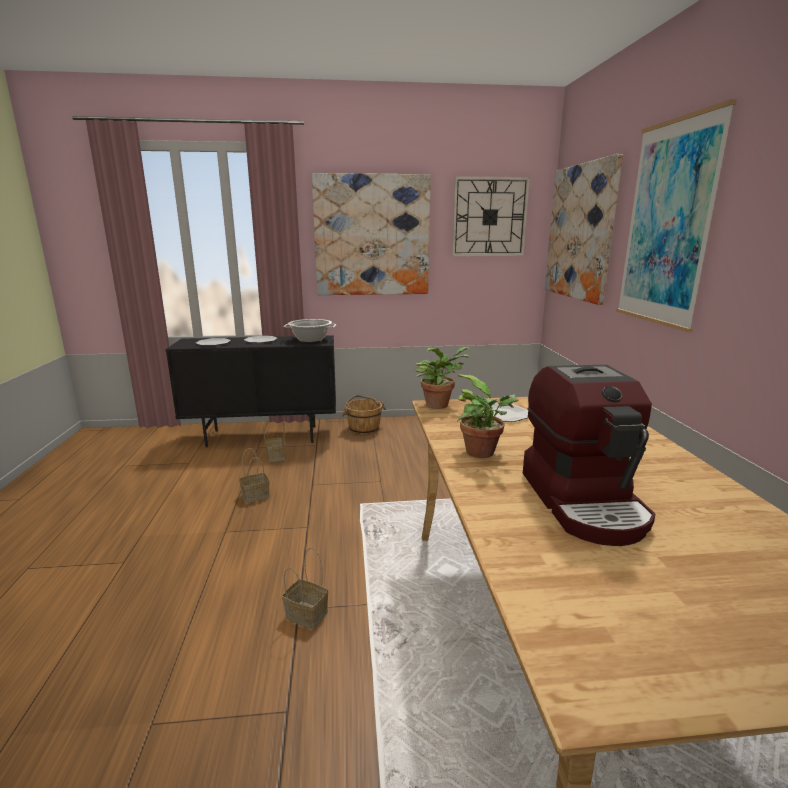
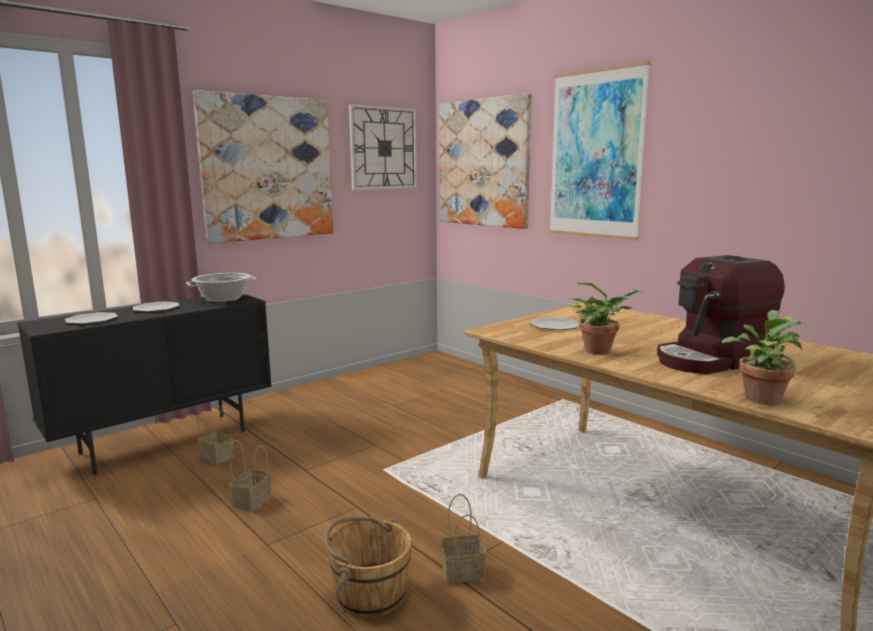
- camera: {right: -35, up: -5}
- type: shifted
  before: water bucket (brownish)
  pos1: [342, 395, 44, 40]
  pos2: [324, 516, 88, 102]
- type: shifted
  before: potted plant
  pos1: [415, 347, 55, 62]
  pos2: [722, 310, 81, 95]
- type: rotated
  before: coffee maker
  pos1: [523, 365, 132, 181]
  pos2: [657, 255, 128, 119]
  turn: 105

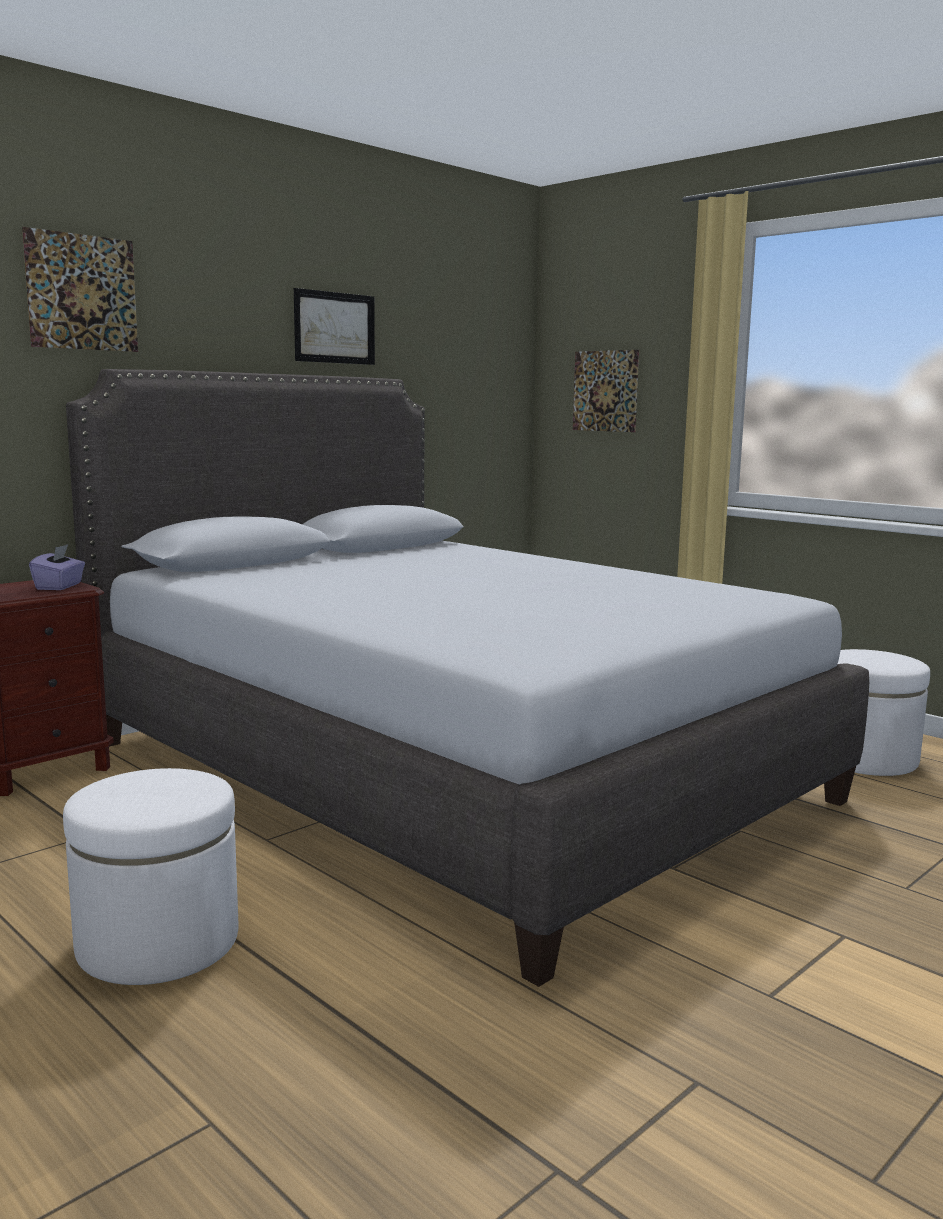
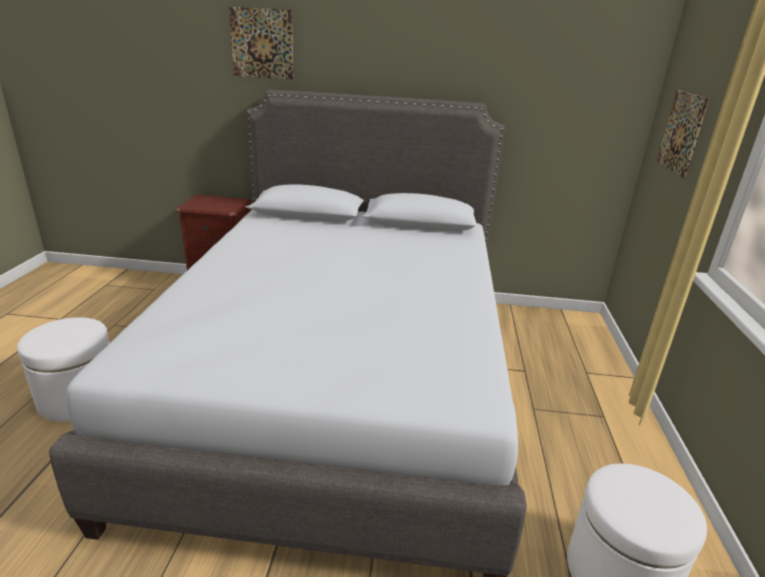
- camera: {right: 50, up: 15}
- type: gone
  before: tissue holder (purple-coloured)
  pos1: [29, 544, 56, 46]
- type: gone
  before: picture
  pos1: [294, 288, 81, 77]

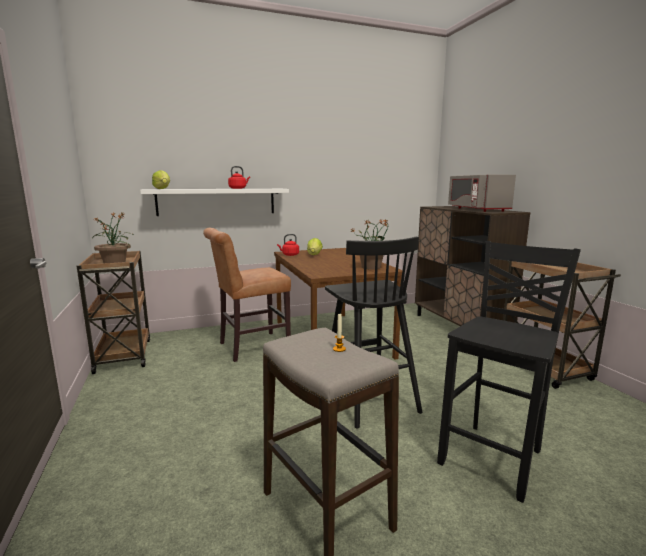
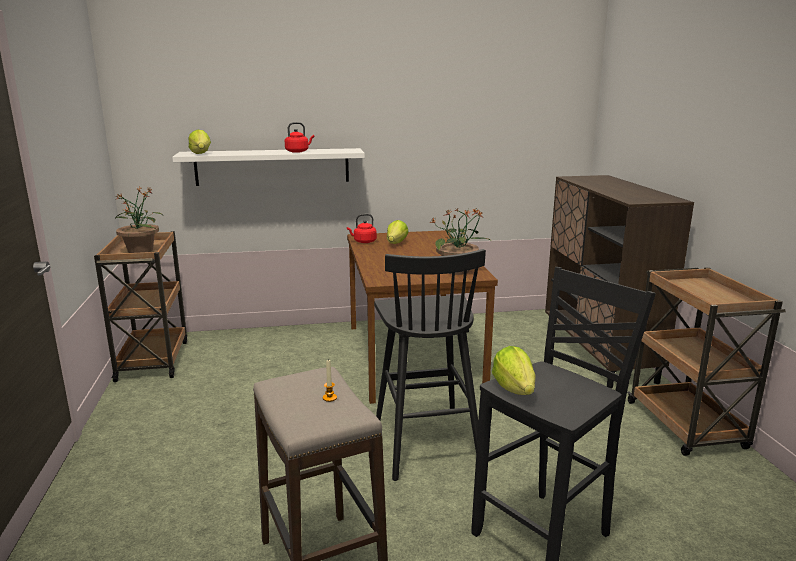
- camera: {right: 10, up: 5}
- type: gone
  before: upright chair (brownish)
  pos1: [203, 228, 88, 134]
- type: gone
  before: microwave oven (grey)
  pos1: [448, 175, 68, 37]
- type: new
  after: lettuce
  pos2: [492, 346, 44, 49]

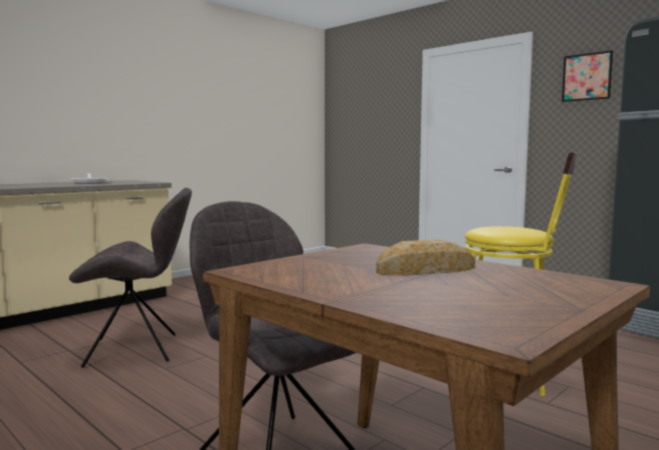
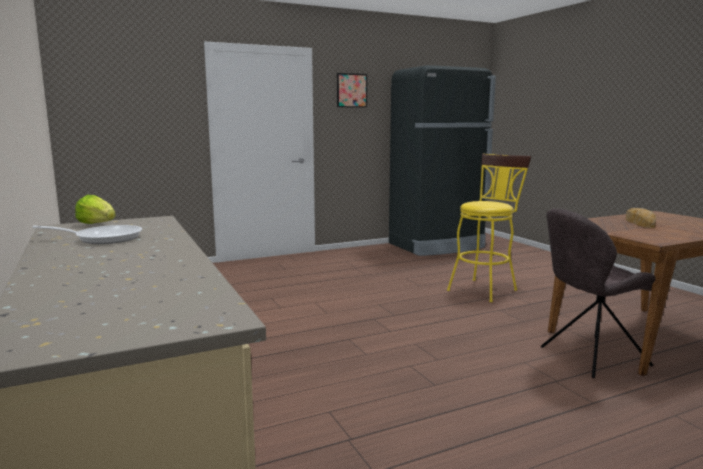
- camera: {right: -70, up: 5}
- type: gone
  before: upright chair (grey)
  pos1: [69, 188, 123, 180]
- type: new
  after: lettuce
  pos2: [75, 195, 41, 29]

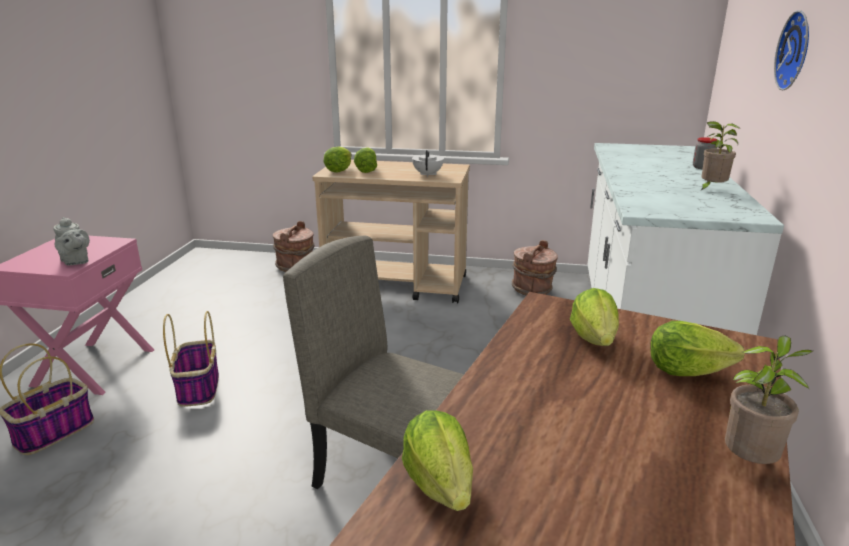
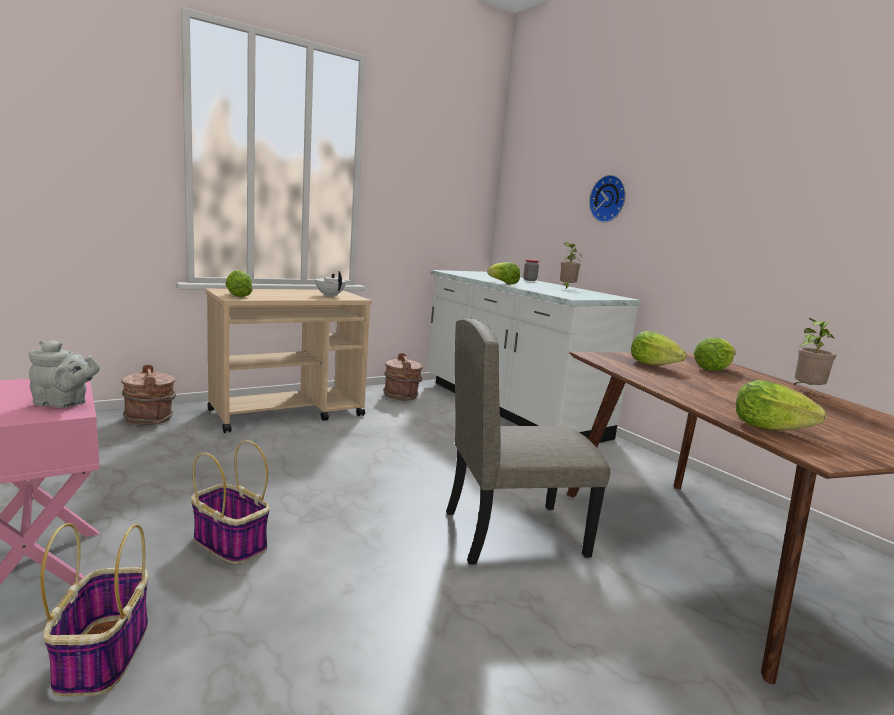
- camera: {right: -45, up: -10}
- type: shifted
  before: lettuce
  pos1: [354, 147, 23, 26]
  pos2: [487, 262, 33, 23]

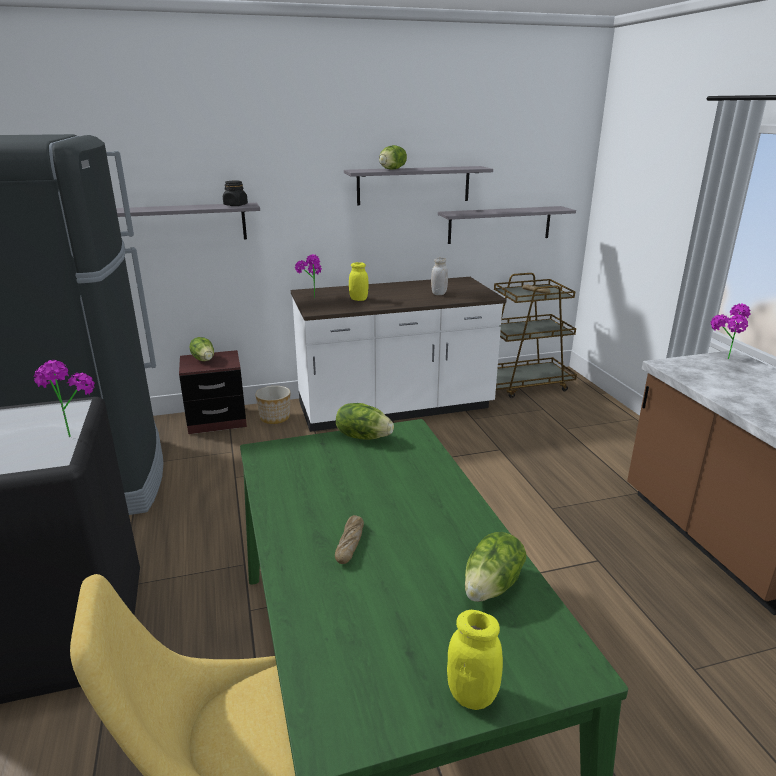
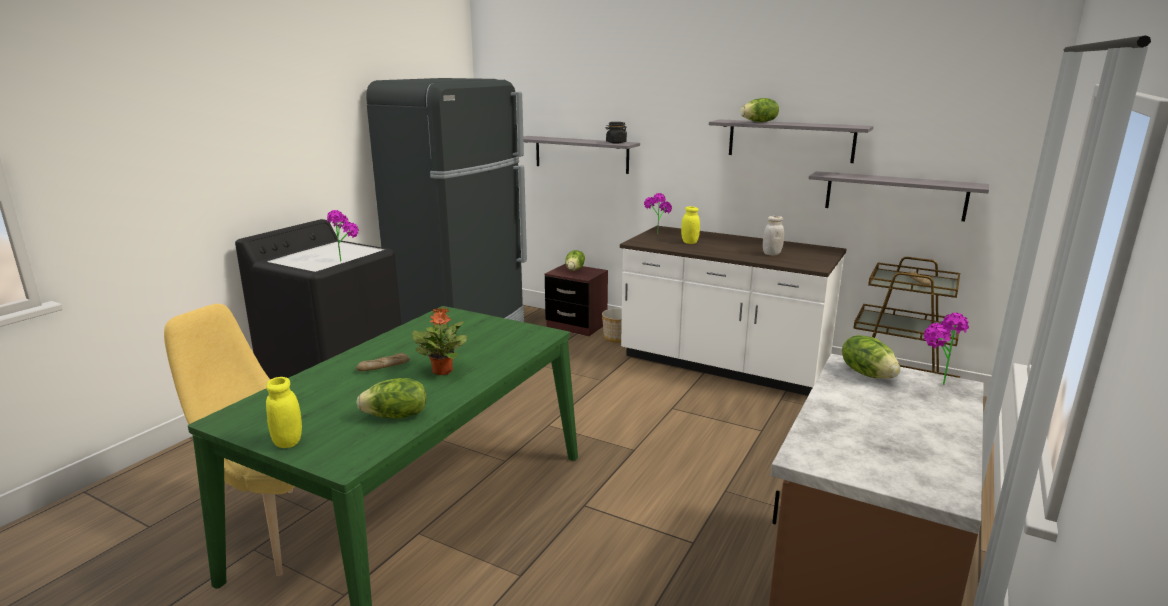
- camera: {right: 45, up: -5}
- type: new
  after: potted plant
  pos2: [412, 307, 55, 68]
- type: shifted
  before: lettuce
  pos1: [336, 403, 58, 37]
  pos2: [842, 335, 58, 43]

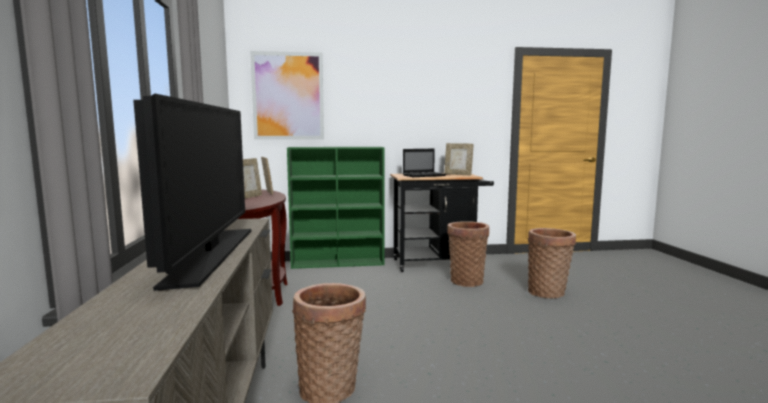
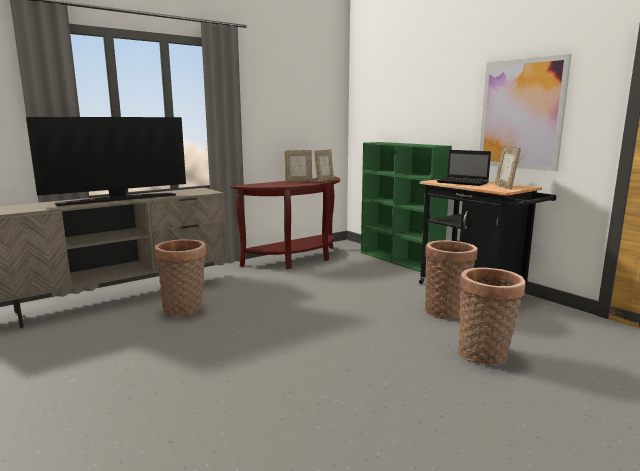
- camera: {right: 60, up: 5}
- type: shifted
  before: picture
  pos1: [250, 51, 74, 89]
  pos2: [480, 54, 92, 117]

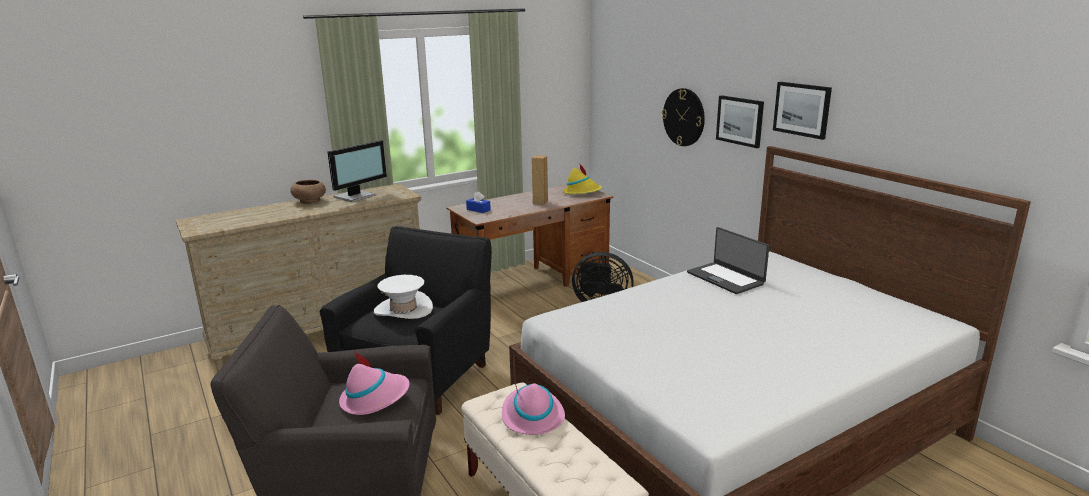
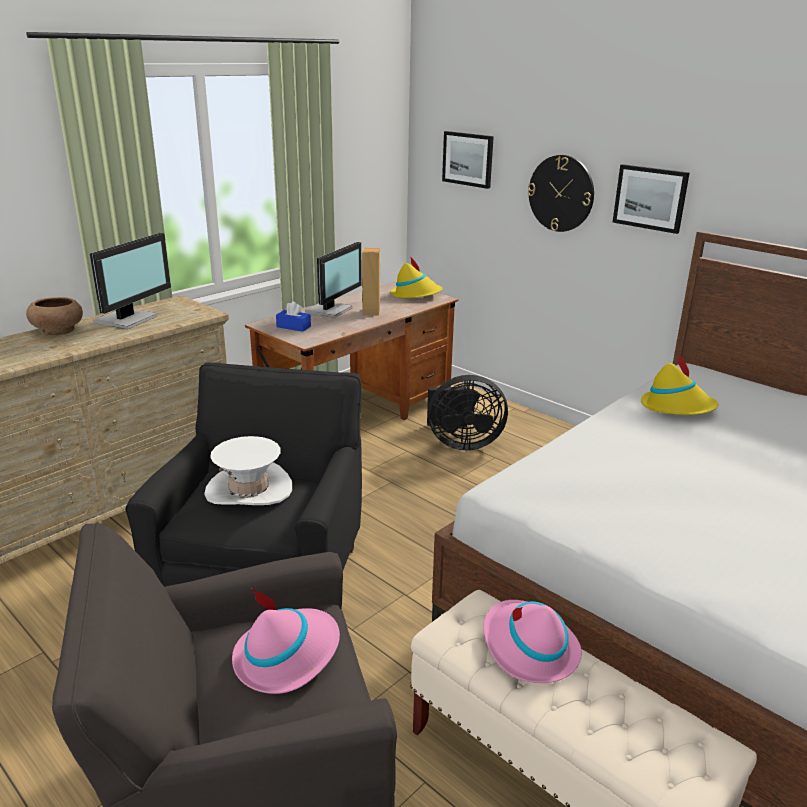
- camera: {right: -15, up: 5}
- type: new
  after: computer screen
  pos2: [305, 242, 57, 76]
- type: shifted
  before: picture
  pos1: [773, 82, 59, 58]
  pos2: [442, 131, 52, 58]
- type: swapped
  before: laptop
  after: clothing hat (yellowish)
  pos1: [687, 227, 82, 67]
  pos2: [641, 352, 77, 63]

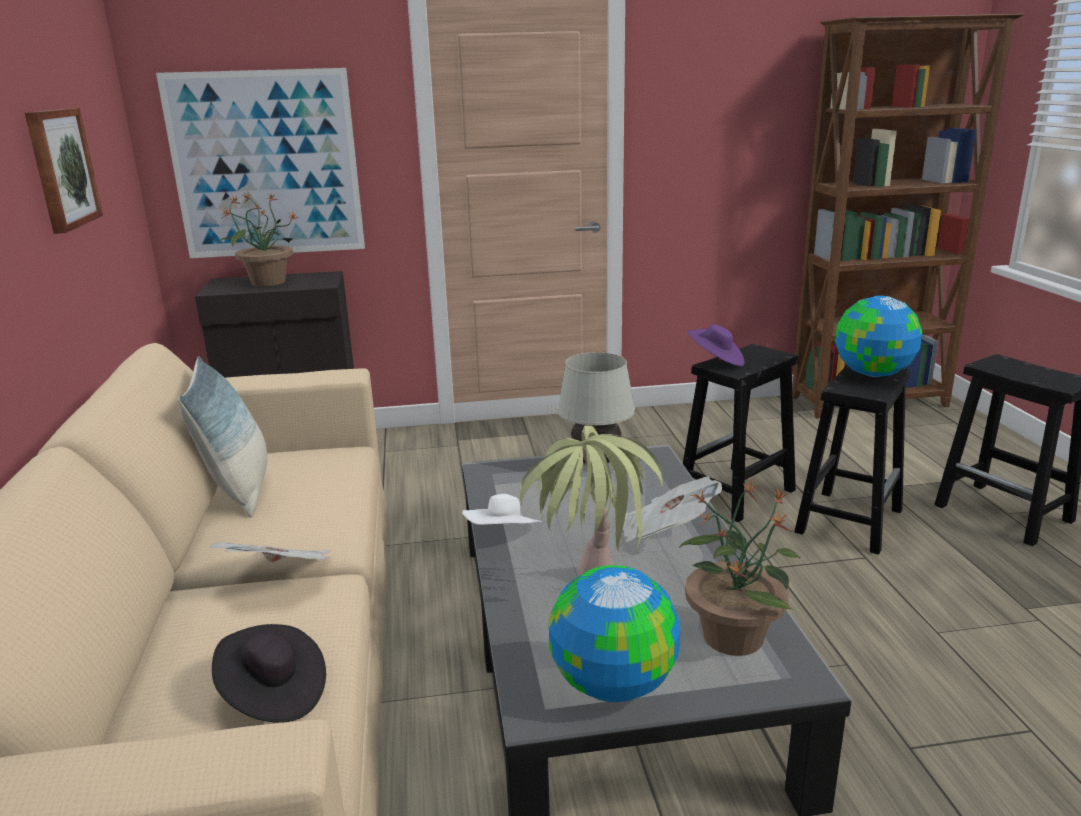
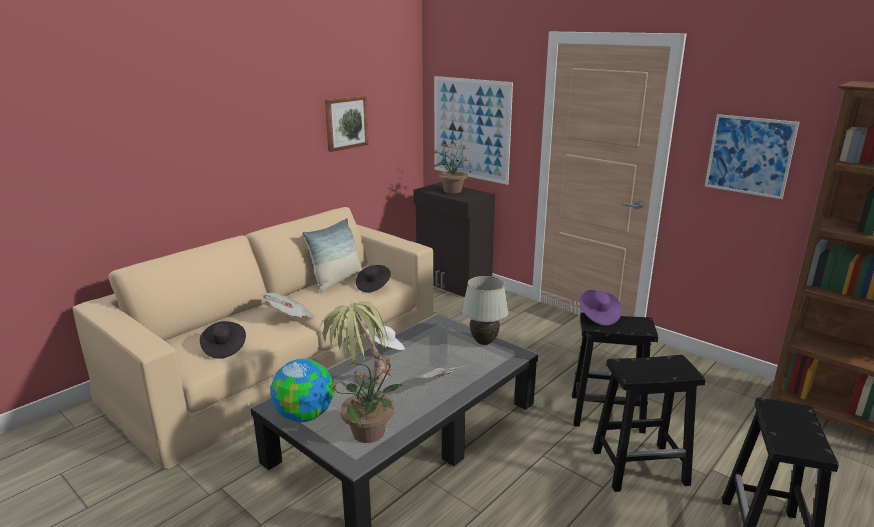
- camera: {right: 50, up: 0}
- type: gone
  before: world globe
  pos1: [835, 296, 87, 81]
- type: new
  after: clothing hat (black)
  pos2: [356, 265, 35, 27]
- type: new
  after: picture
  pos2: [705, 114, 94, 85]

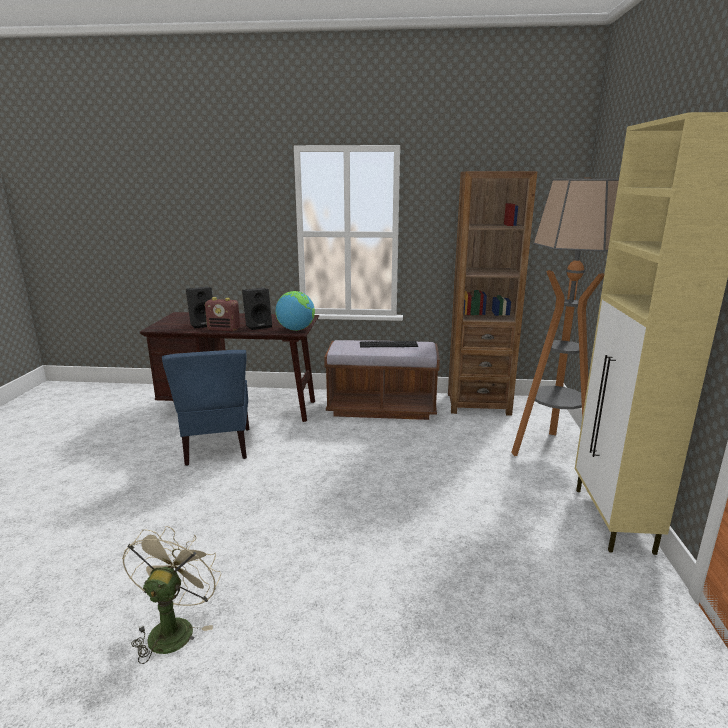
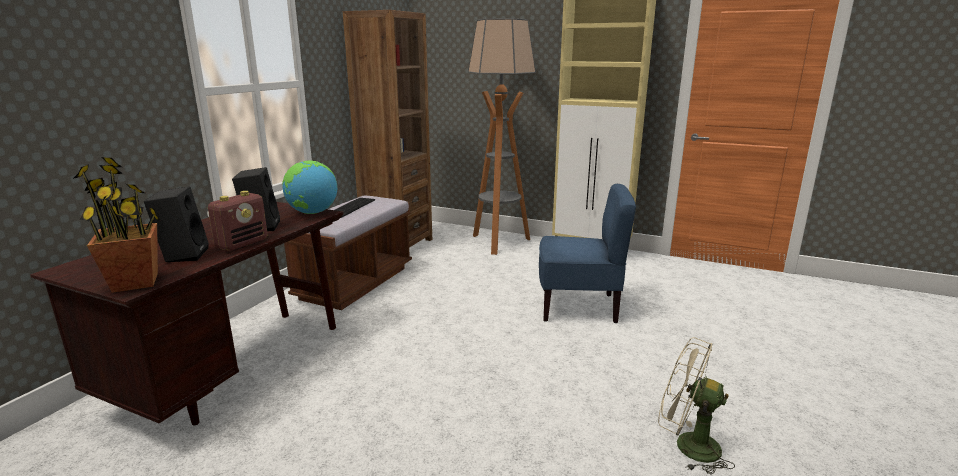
- camera: {right: -70, up: 0}
- type: new
  after: potted plant
  pos2: [73, 157, 88, 136]
- type: shifted
  before: upright chair (blue)
  pos1: [162, 350, 87, 116]
  pos2: [539, 184, 97, 139]

